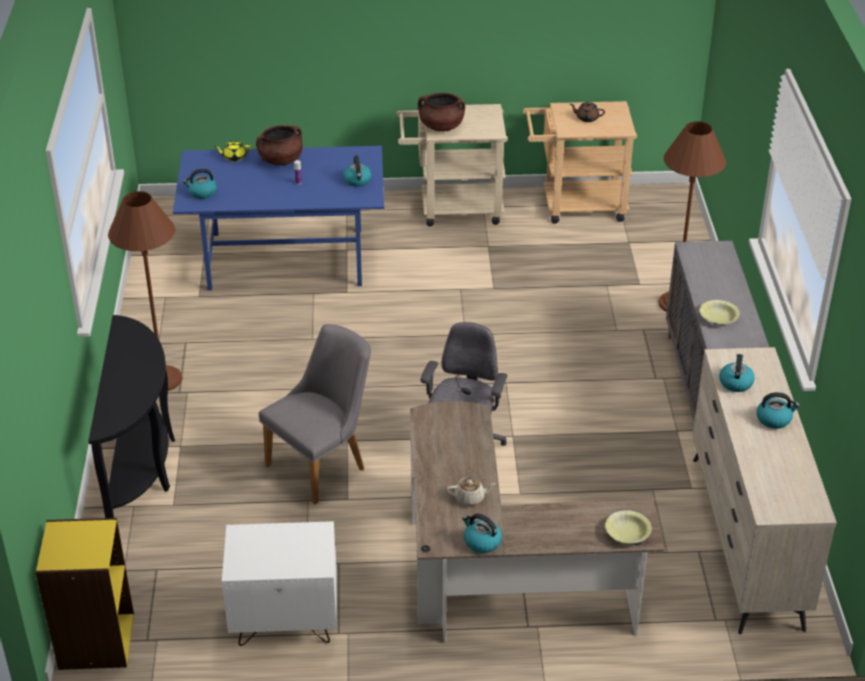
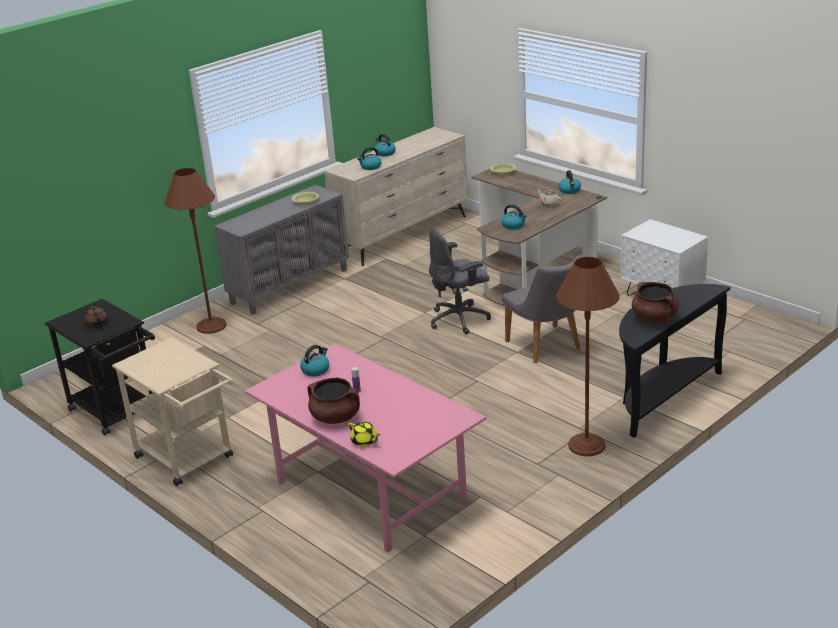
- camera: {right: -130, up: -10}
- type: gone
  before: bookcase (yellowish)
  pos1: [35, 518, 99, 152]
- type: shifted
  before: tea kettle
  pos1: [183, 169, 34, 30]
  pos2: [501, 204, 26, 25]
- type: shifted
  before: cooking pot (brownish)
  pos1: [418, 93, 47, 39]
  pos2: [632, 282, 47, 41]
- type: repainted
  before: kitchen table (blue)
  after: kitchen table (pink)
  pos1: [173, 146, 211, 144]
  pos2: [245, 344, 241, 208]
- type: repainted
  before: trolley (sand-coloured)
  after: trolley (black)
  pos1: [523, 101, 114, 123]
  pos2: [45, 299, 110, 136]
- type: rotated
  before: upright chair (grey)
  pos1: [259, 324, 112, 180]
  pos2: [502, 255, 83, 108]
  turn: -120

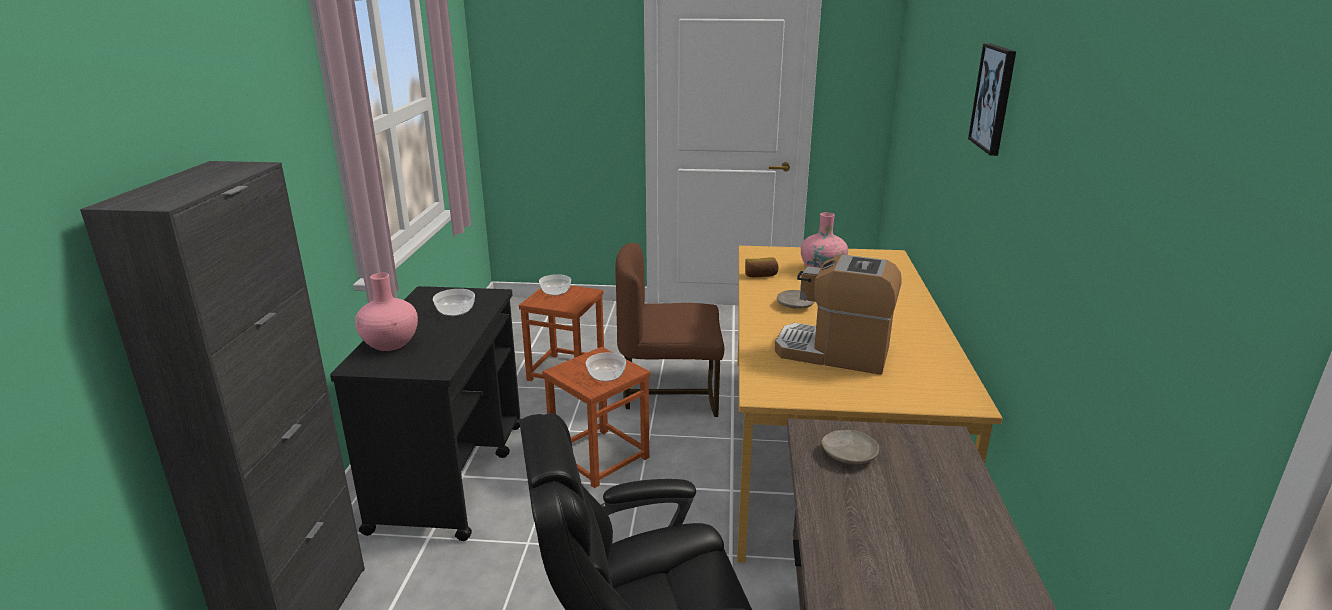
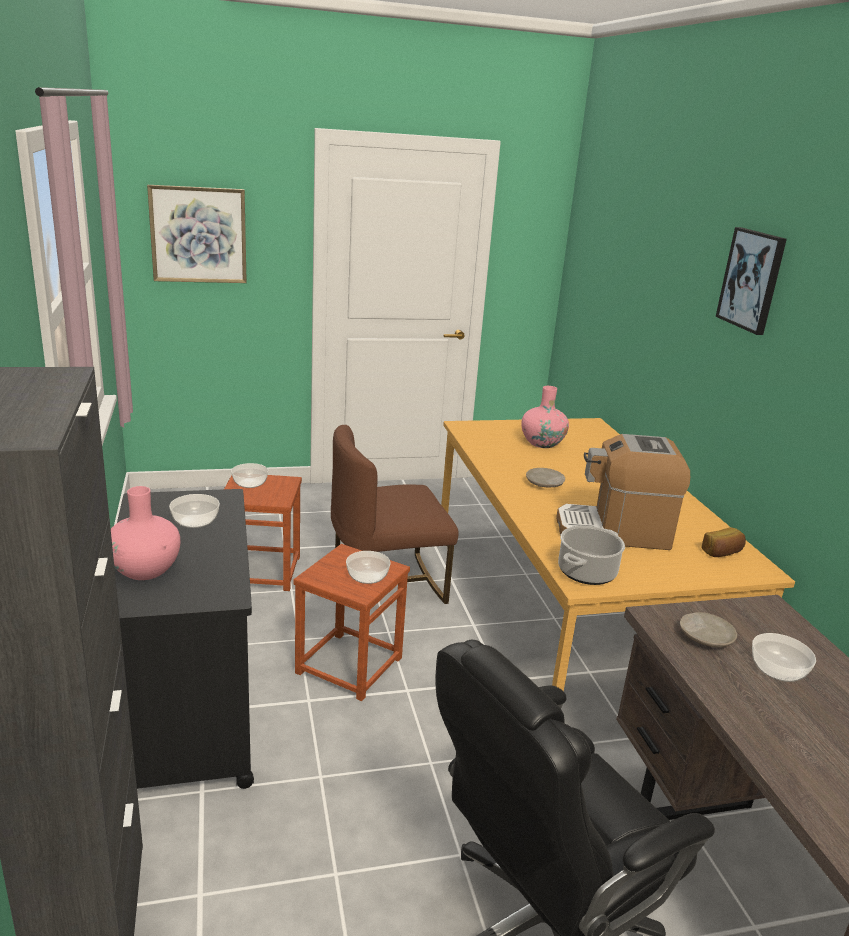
- camera: {right: -20, up: 0}
- type: new
  after: picture
  pos2: [147, 185, 100, 98]
- type: new
  after: cooking pot
  pos2: [558, 525, 67, 60]
- type: new
  after: bowl
  pos2: [752, 633, 64, 49]
- type: shifted
  before: bread
  pos1: [745, 257, 33, 20]
  pos2: [702, 527, 44, 30]

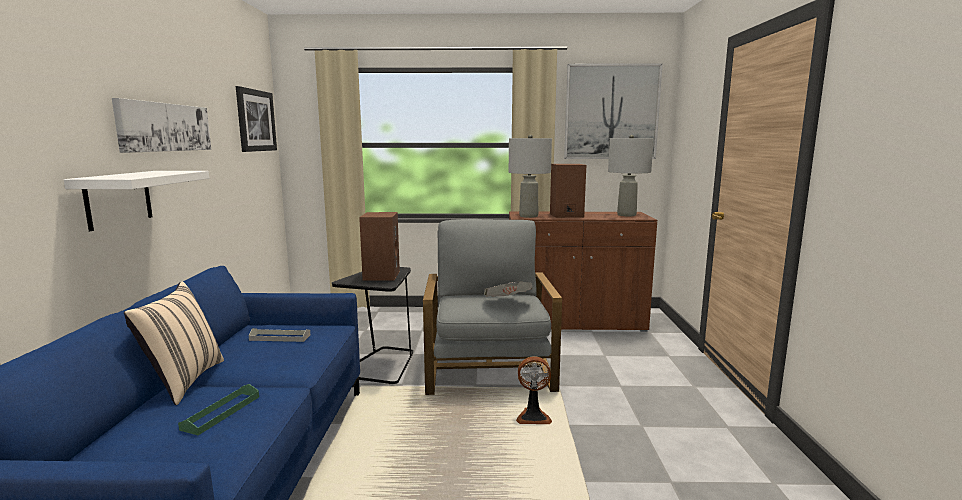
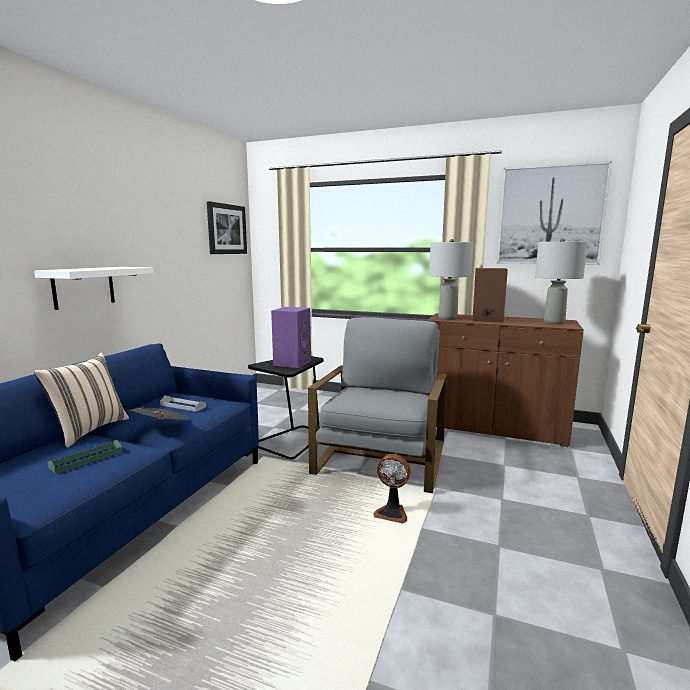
- camera: {right: 20, up: 0}
- type: gone
  before: picture
  pos1: [112, 98, 99, 55]
- type: shifted
  before: daily paper
  pos1: [484, 281, 48, 16]
  pos2: [129, 408, 59, 12]
- type: repainted
  before: loudspeaker (brownish)
  after: loudspeaker (purple-coloured)
  pos1: [359, 212, 41, 69]
  pos2: [271, 307, 40, 61]

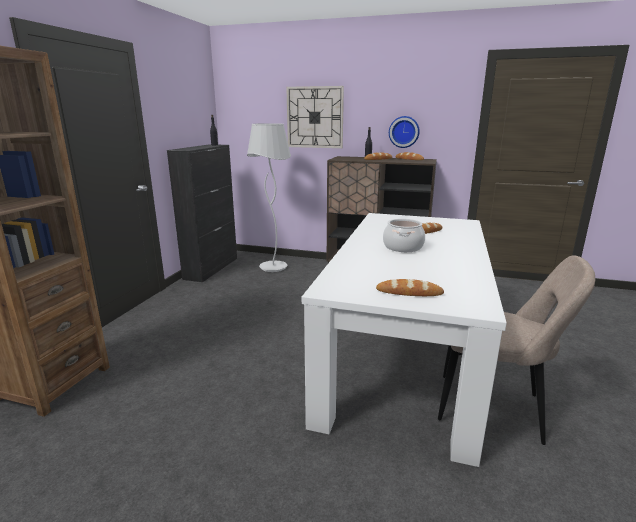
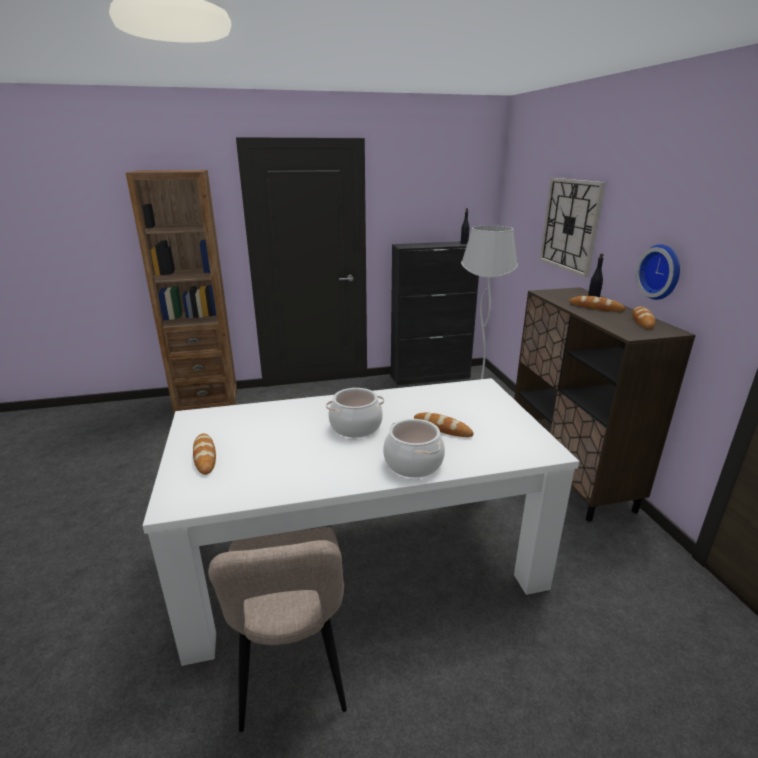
- camera: {right: 60, up: 5}
- type: new
  after: cooking pot
  pos2: [383, 419, 62, 59]

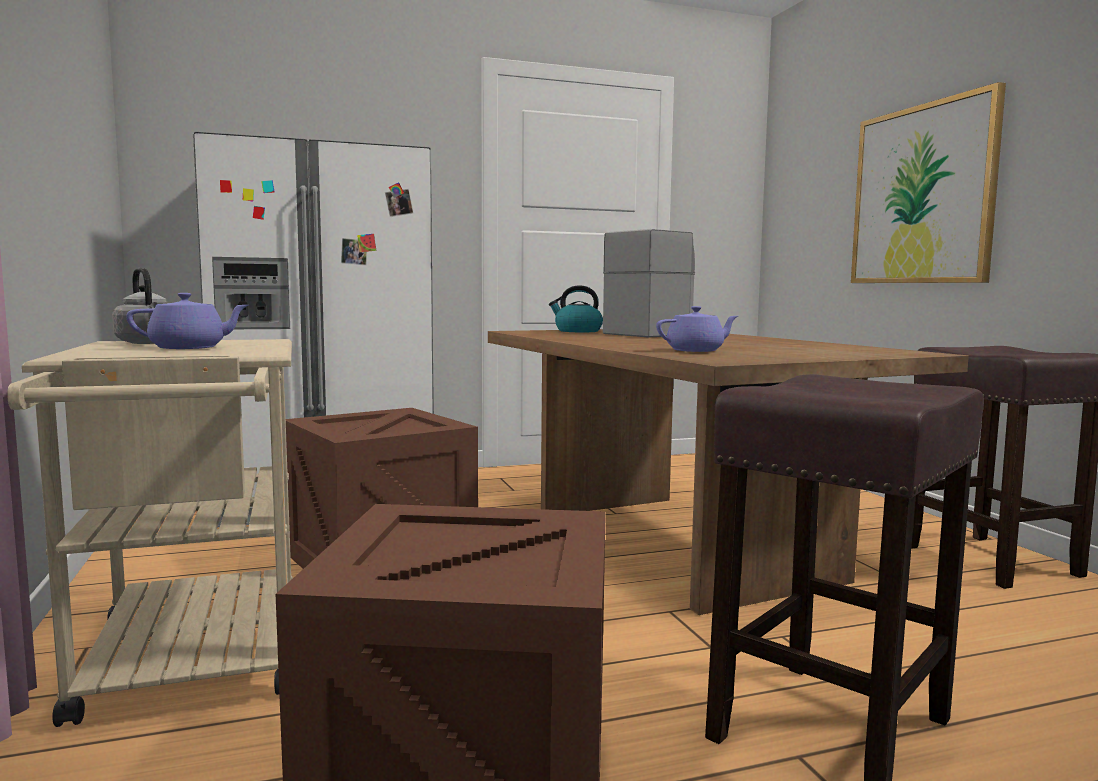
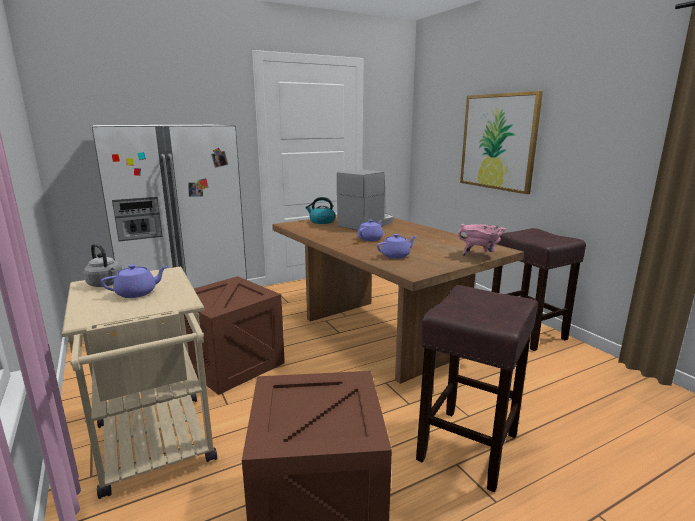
- camera: {right: -10, up: 10}
- type: new
  after: teapot (purple-coloured)
  pos2: [358, 220, 25, 21]
- type: new
  after: cooking pot (pink)
  pos2: [458, 224, 48, 32]

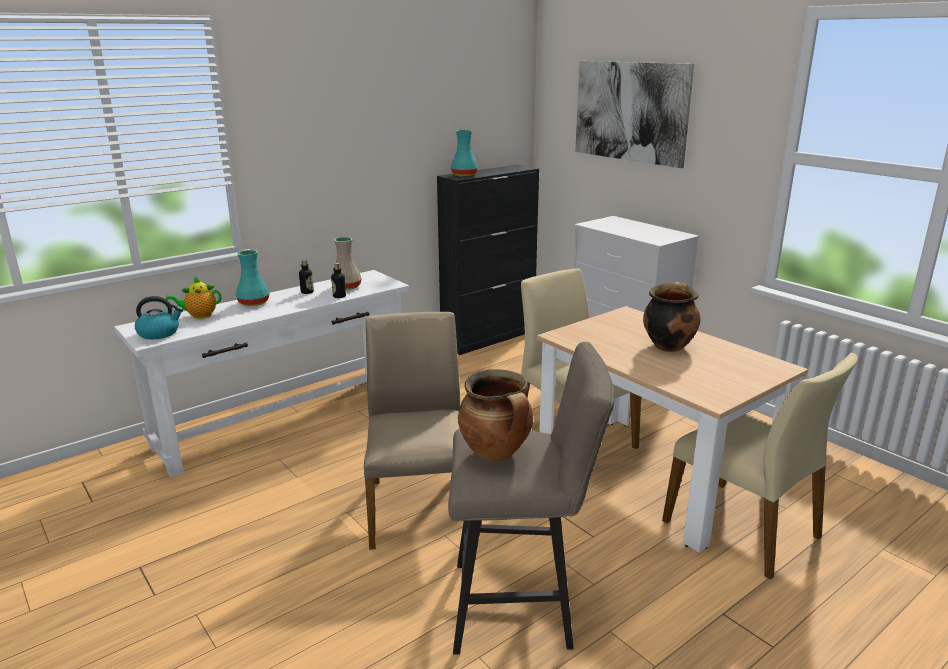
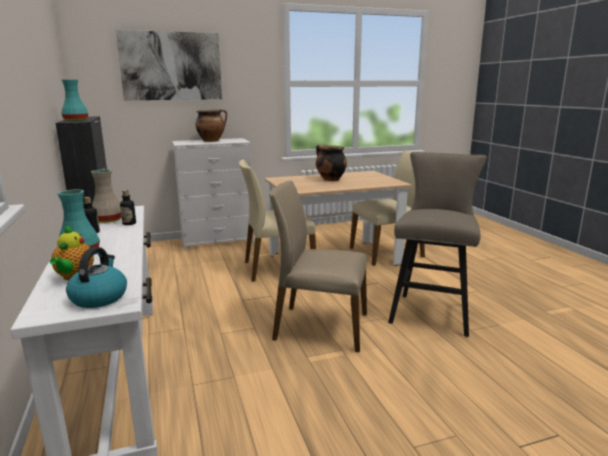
- camera: {right: -70, up: -5}
- type: shifted
  before: cooking pot
  pos1: [458, 369, 75, 93]
  pos2: [196, 109, 31, 33]

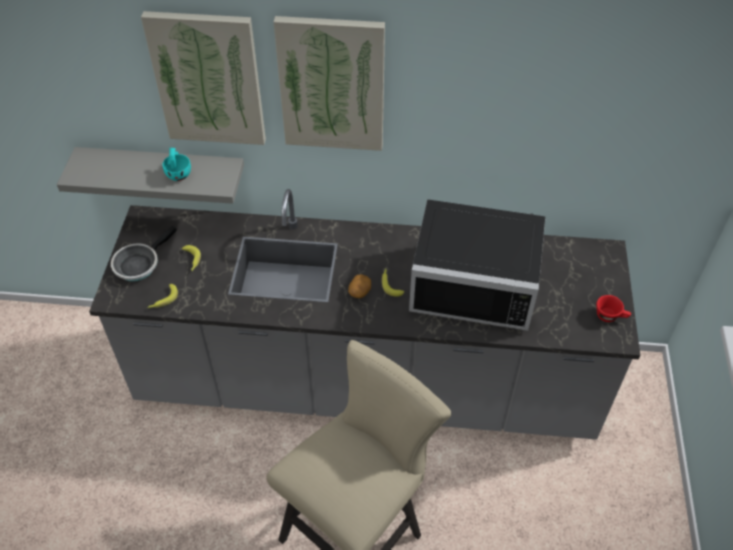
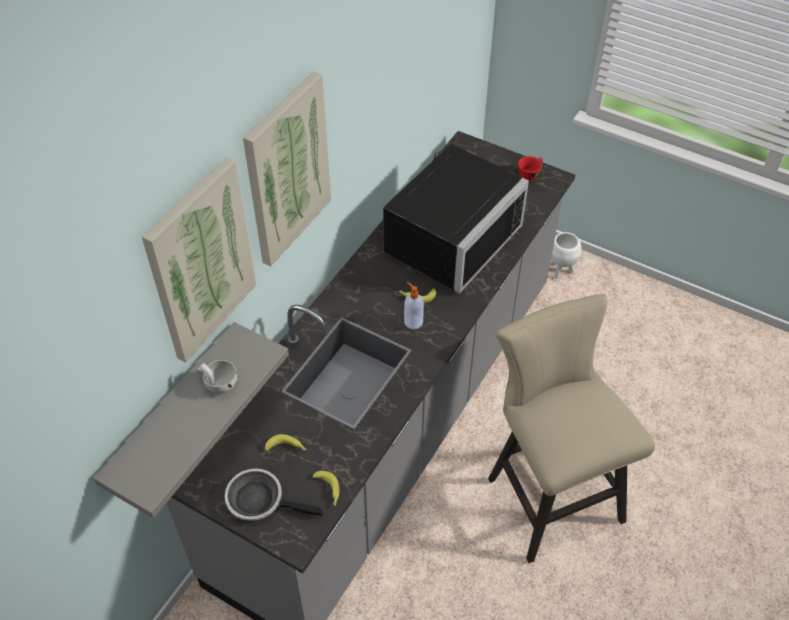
- camera: {right: -65, up: 0}
- type: new
  after: flower pot (white)
  pos2: [551, 232, 31, 47]
- type: swapped
  before: spud
  after: soap bottle
  pos1: [348, 274, 23, 24]
  pos2: [404, 282, 20, 47]
- type: repainted
  before: small cup (turquoise)
  after: small cup (white)
  pos1: [162, 148, 29, 33]
  pos2: [196, 360, 41, 34]
- type: rotated
  before: skillet
  pos1: [111, 226, 66, 55]
  pos2: [225, 468, 98, 53]
  turn: 135

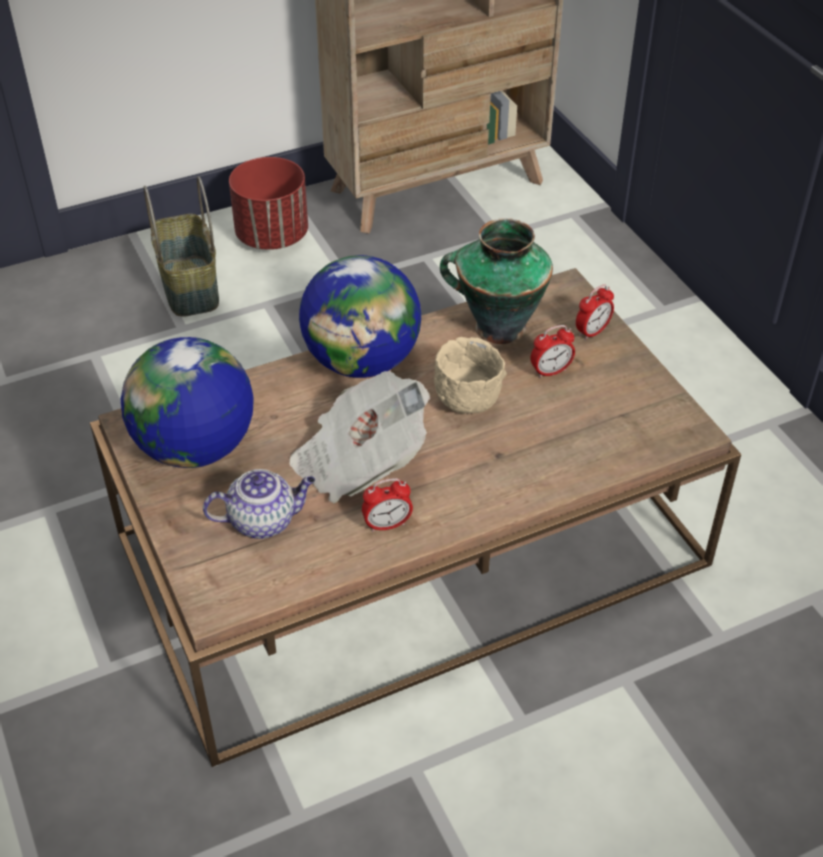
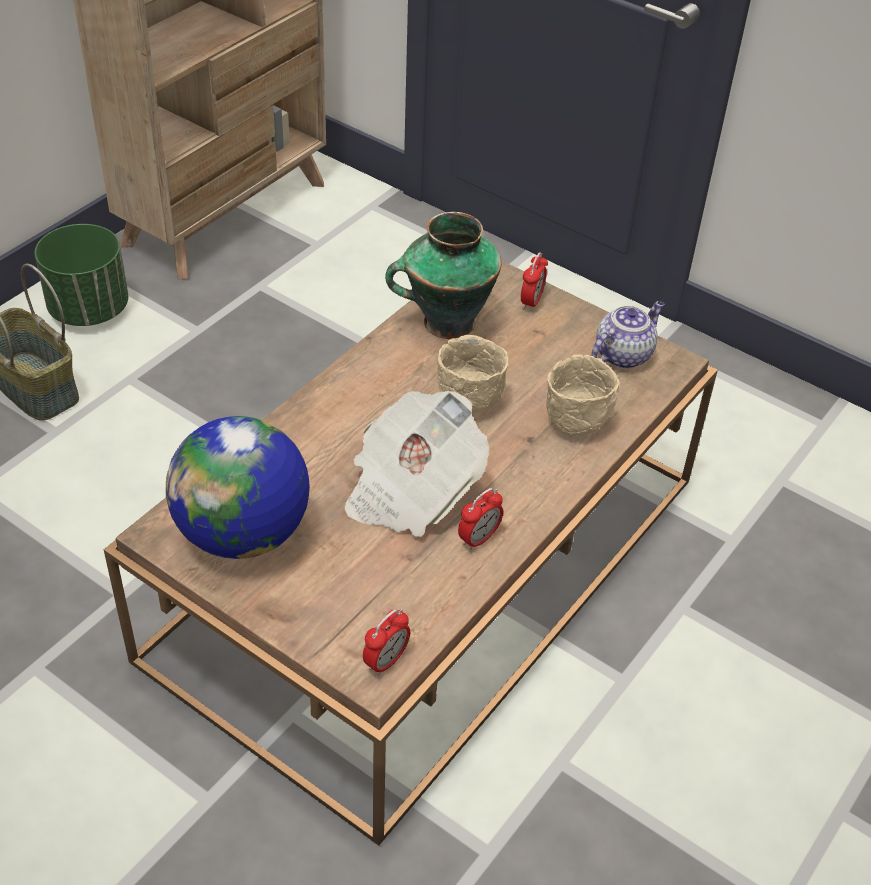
- camera: {right: -30, up: 0}
- type: gone
  before: world globe
  pos1: [299, 255, 122, 123]
- type: new
  after: bowl (sand-coloured)
  pos2: [546, 354, 74, 82]
- type: shifted
  before: teapot
  pos1: [203, 469, 112, 70]
  pos2: [591, 301, 73, 68]
- type: shifted
  before: bedside clock
  pos1: [530, 325, 45, 53]
  pos2: [363, 609, 47, 67]
- type: repainted
  before: flower pot (red)
  after: flower pot (green)
  pos1: [229, 157, 79, 93]
  pos2: [35, 224, 93, 102]

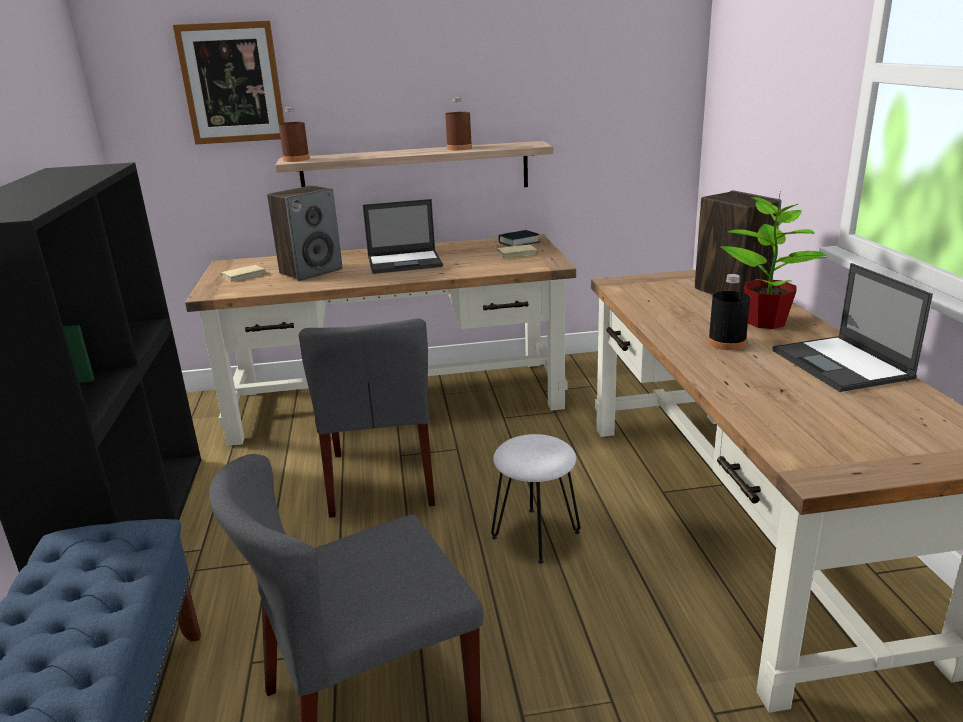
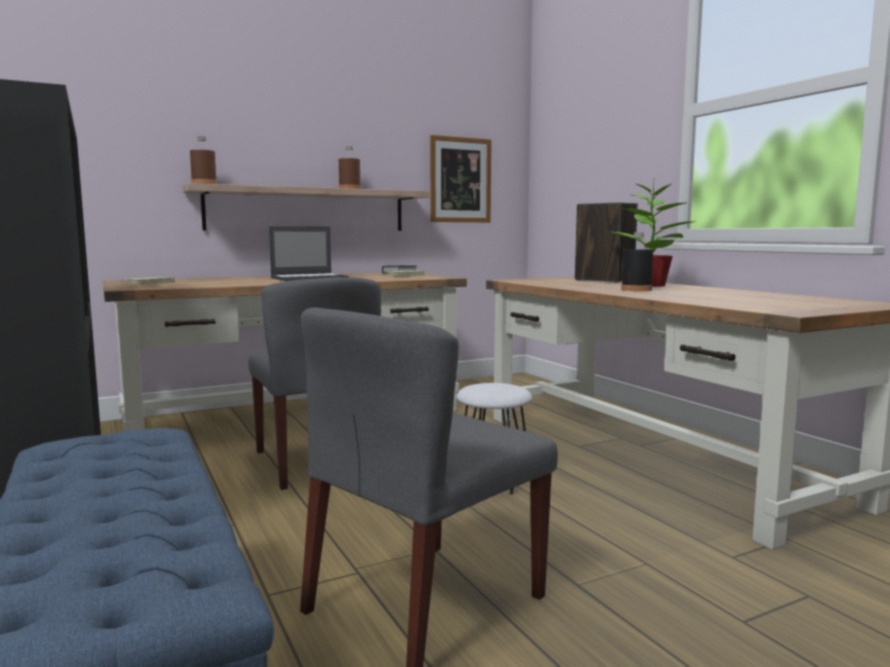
- camera: {right: -20, up: -15}
- type: gone
  before: loudspeaker
  pos1: [267, 185, 75, 96]
- type: gone
  before: laptop
  pos1: [773, 263, 160, 129]
- type: shifted
  before: picture
  pos1: [173, 20, 112, 125]
  pos2: [430, 135, 61, 87]

